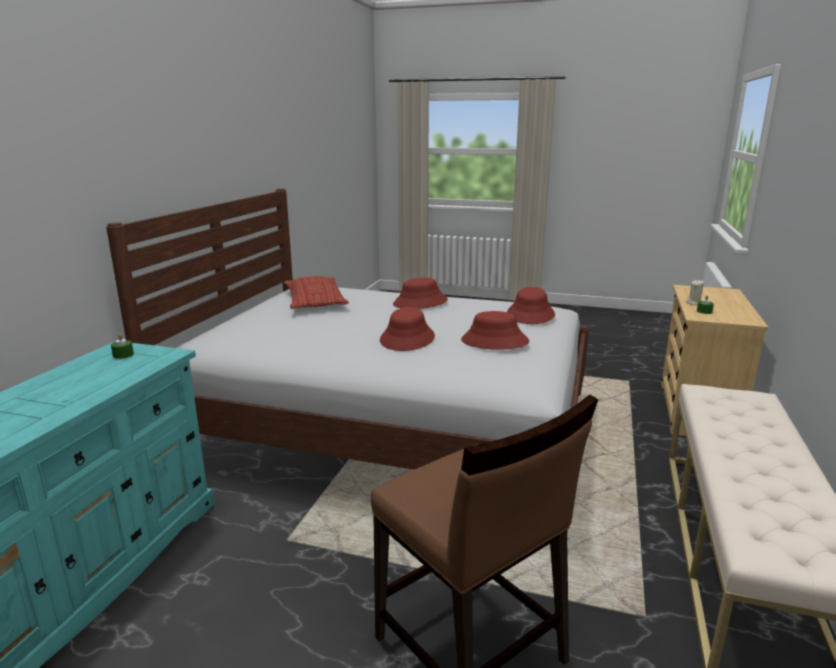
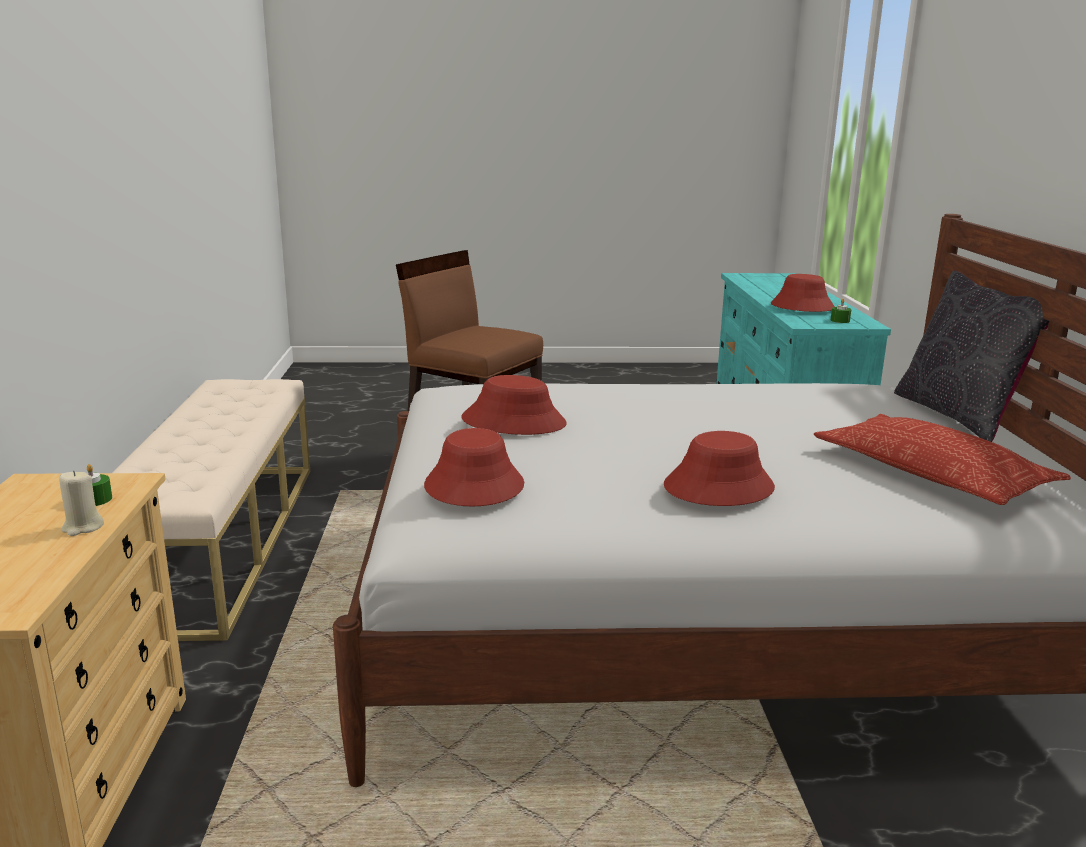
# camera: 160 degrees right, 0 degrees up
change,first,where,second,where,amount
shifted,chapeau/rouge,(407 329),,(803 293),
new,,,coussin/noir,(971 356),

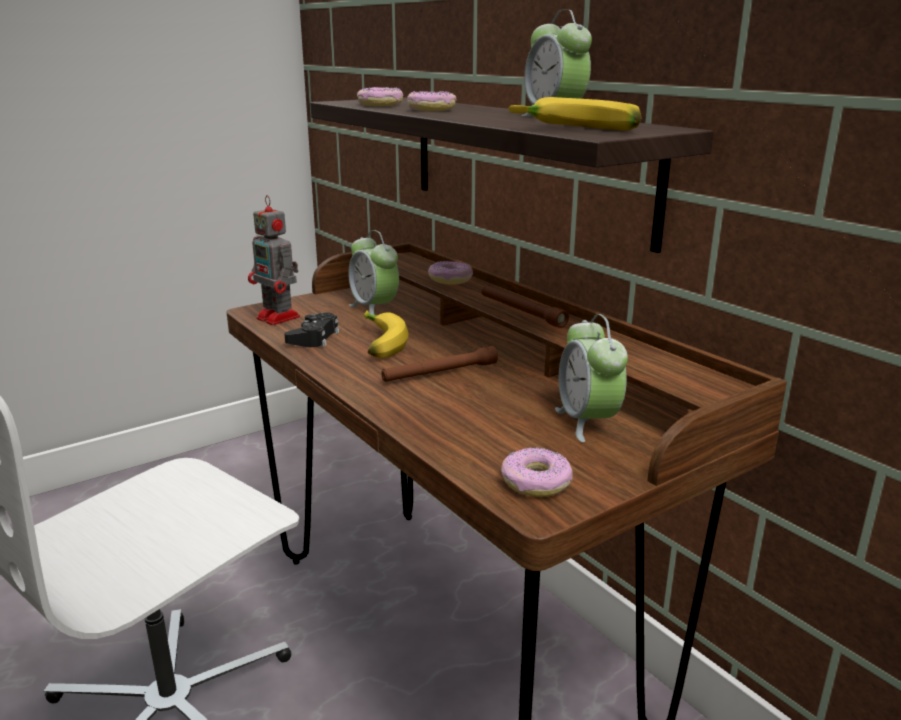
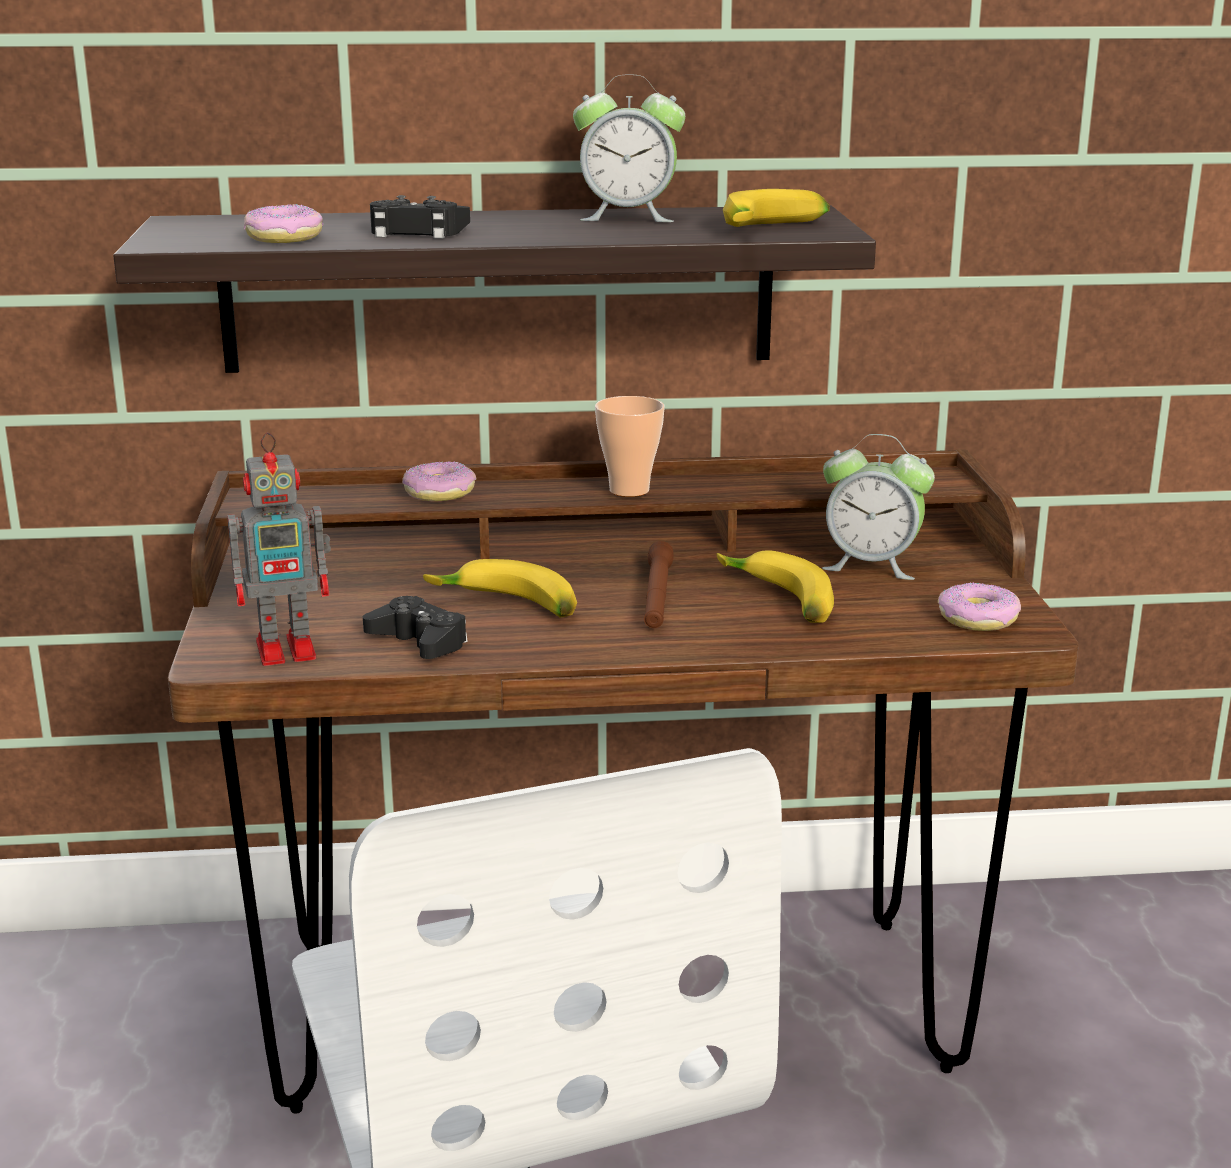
# camera: 60 degrees left, 0 degrees up
change,first,where,second,where,amount
gone,réveil,(373 272),,,
swapped,beignet,(432 101),manette/noir,(420 217),
swapped,lampe de poche/marron,(525 306),tasse,(630 446),
new,,,banane,(775 586),

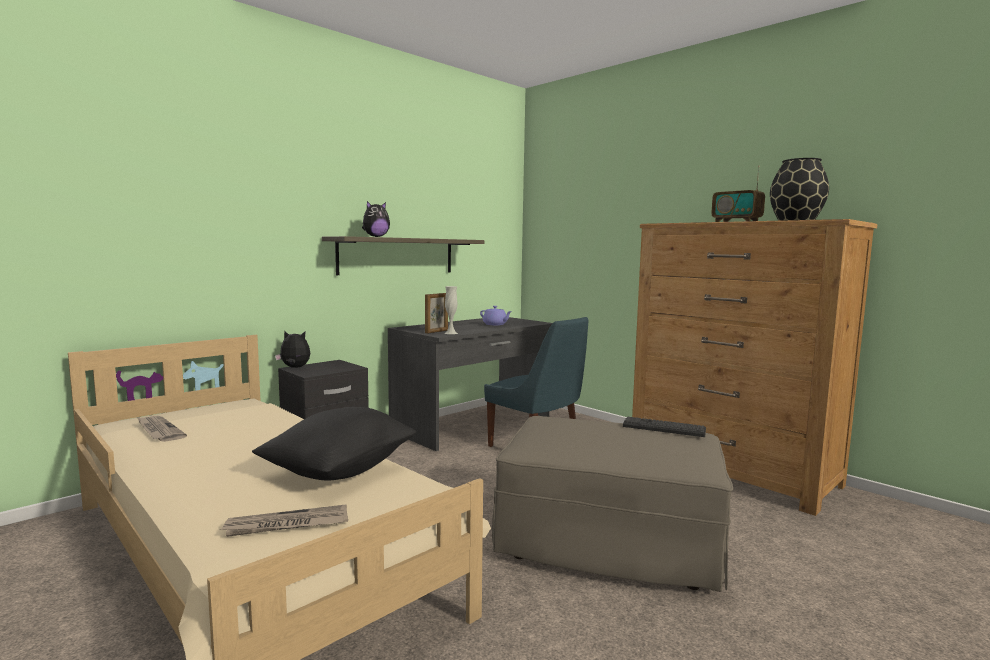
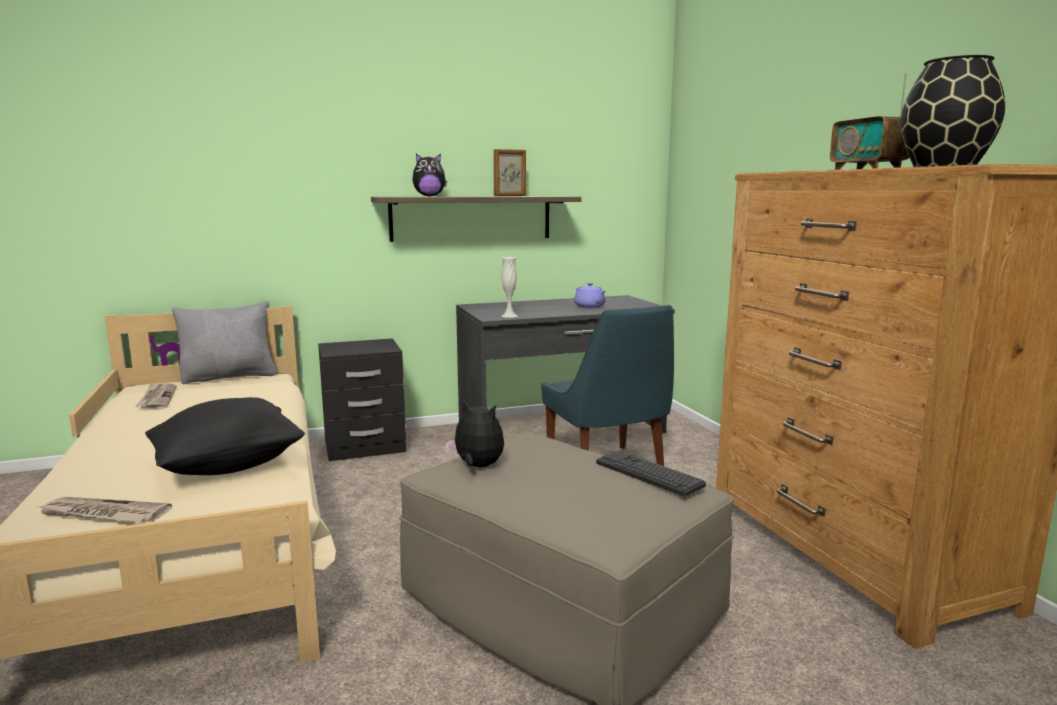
# camera: 25 degrees right, 5 degrees up
change,first,where,second,where,amount
shifted,peluche,(292 349),,(474 433),
shifted,cadre photo,(436 313),,(510 172),
new,,,coussin/gris,(224 342),

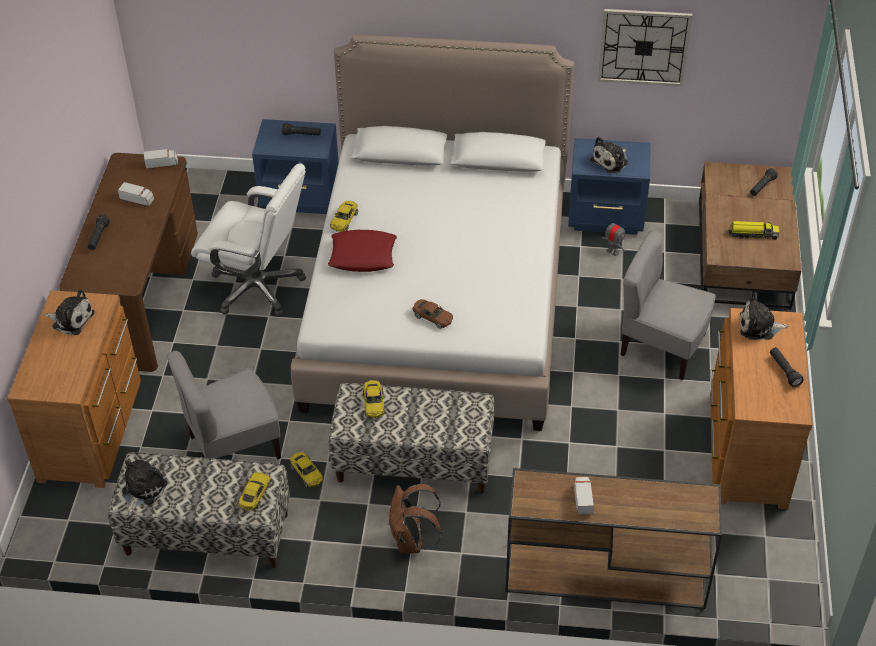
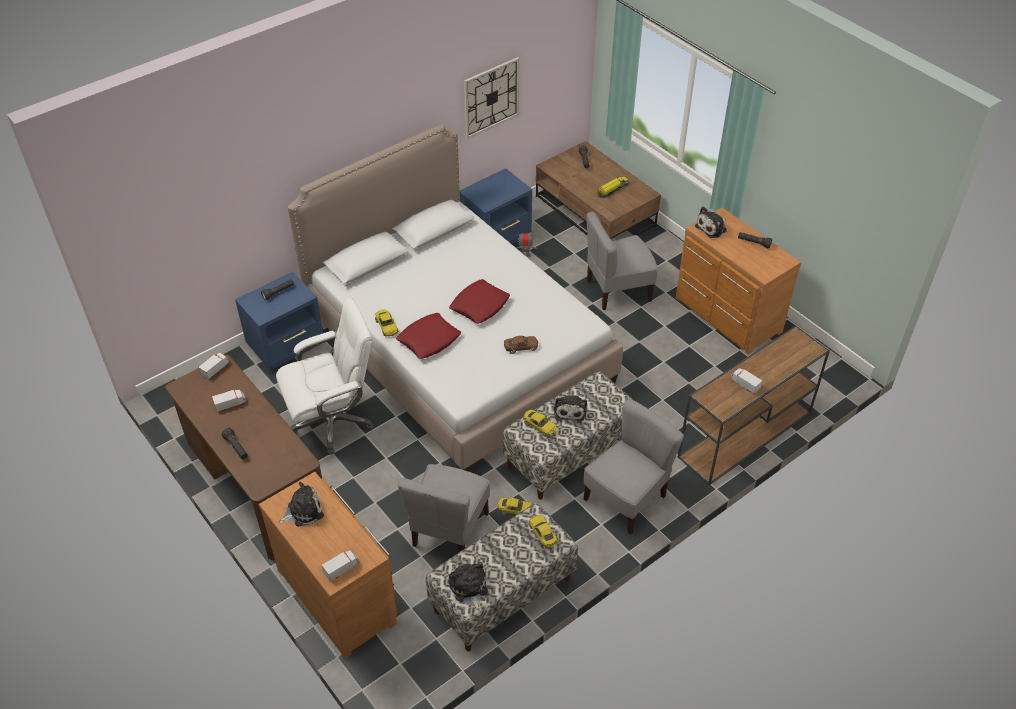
# camera: 45 degrees left, 0 degrees up
change,first,where,second,where,amount
swapped,sac à dos/marron,(415 518),chaise/gris,(633 467),
shifted,peluche,(609 155),,(570 407),
new,,,camion jouet,(340 565),
new,,,coussin/rouge,(479 301),

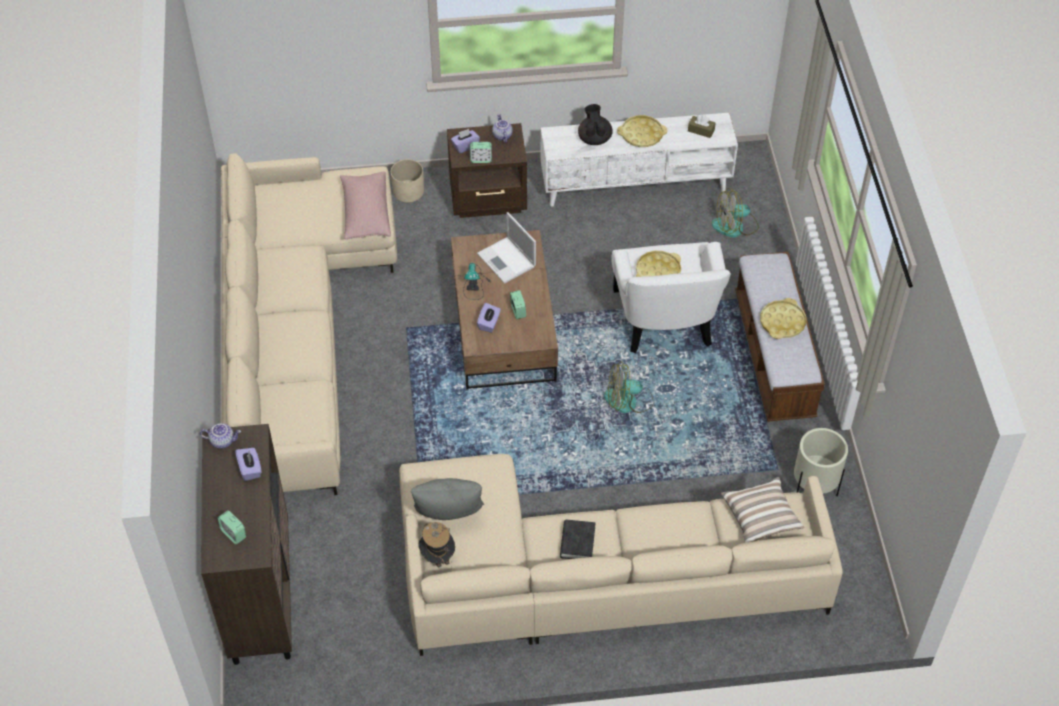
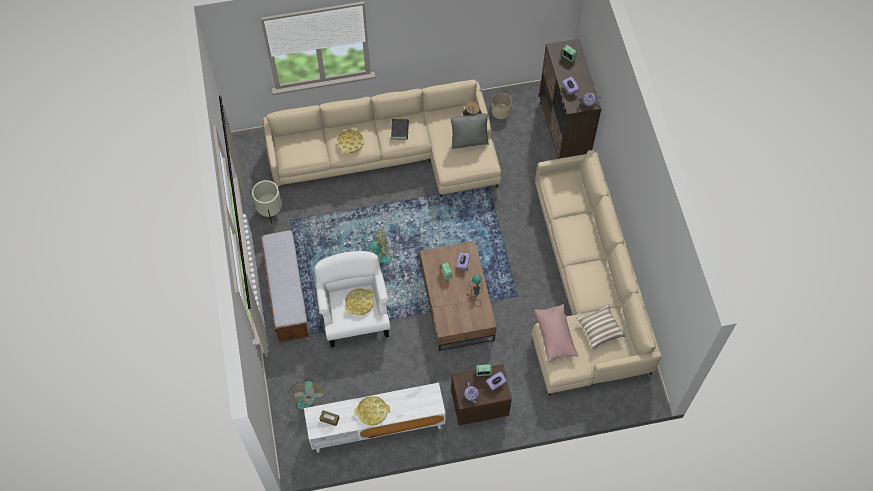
# camera: 175 degrees right, 10 degrees up
change,first,where,second,where,amount
shifted,cache-pot/beige,(407 181),,(501 106),
gone,ordinateur portable,(506 248),,,
gone,théière/noir,(595 124),,,
rotated,ventilateur,(735 213),,(306 395),105 degrees clockwise
shifted,coussin,(762 510),,(601 327),
shifted,plateau/jaune,(783 318),,(350 141),

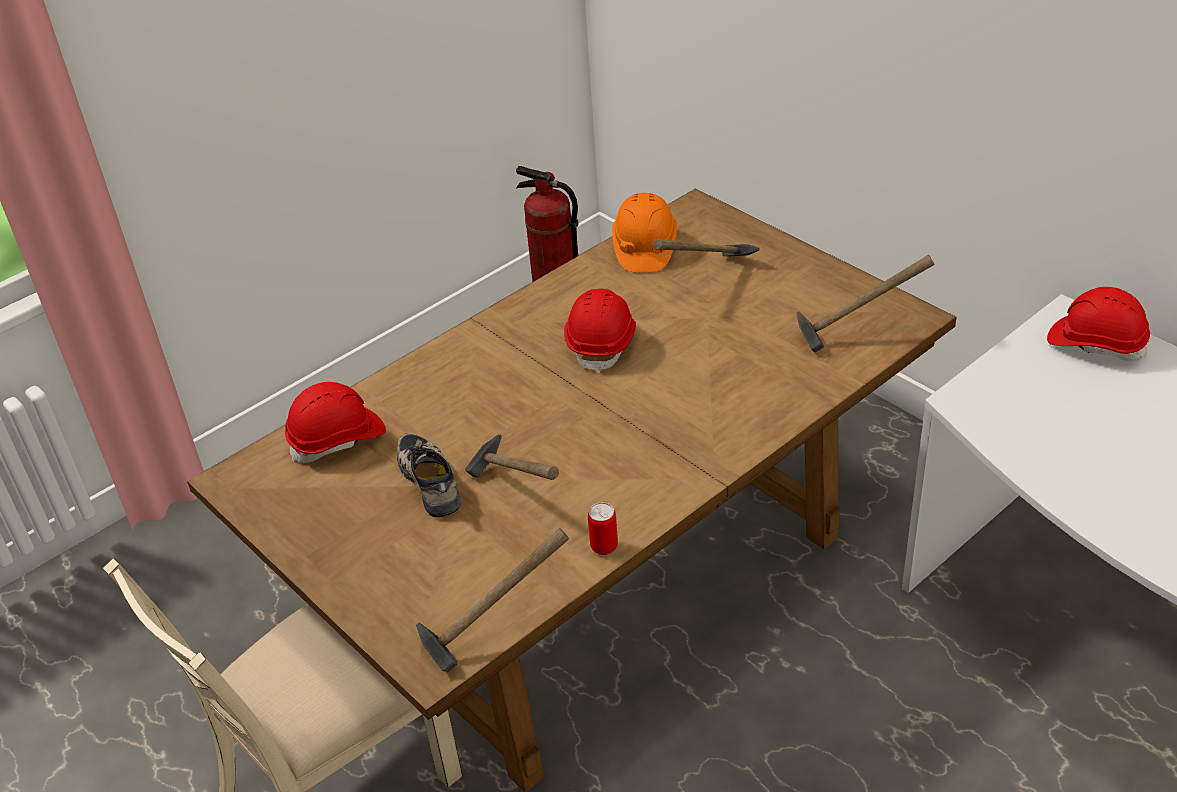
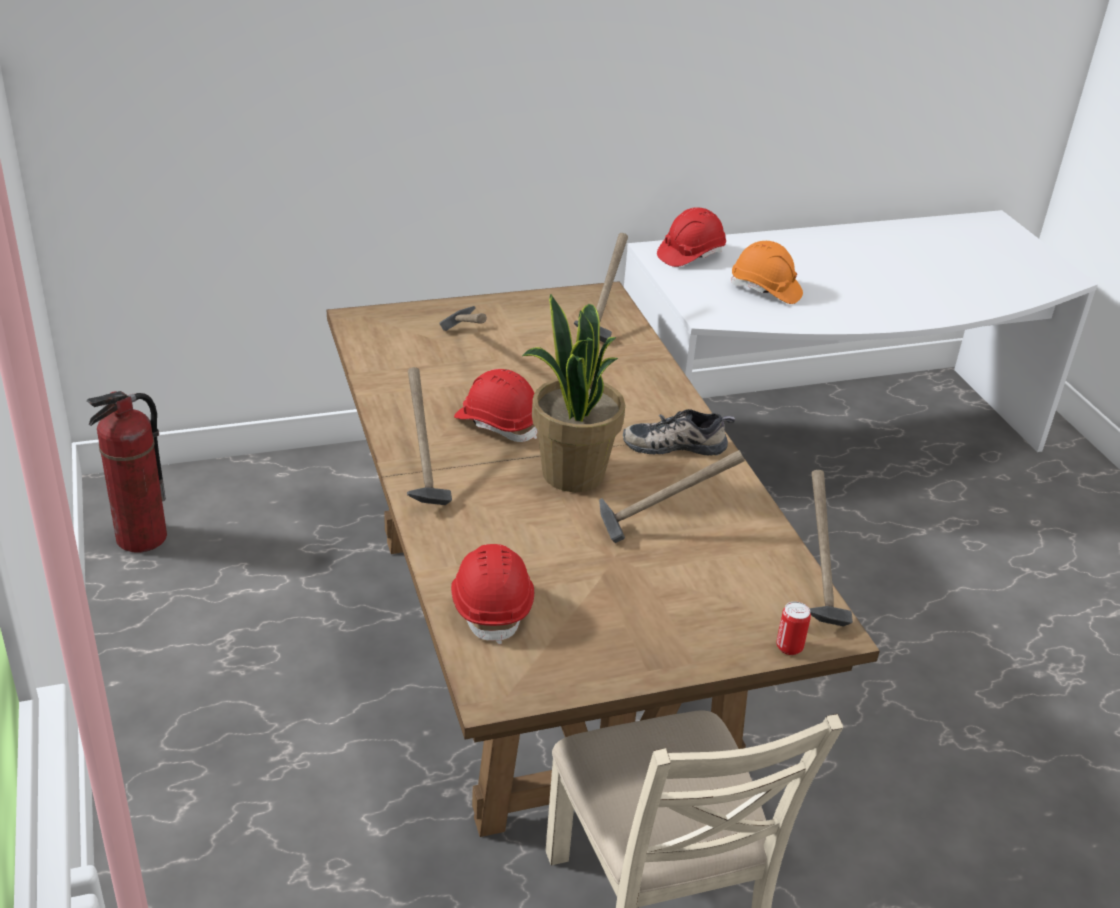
# camera: 70 degrees left, 5 degrees down
change,first,where,second,where,amount
shifted,chaussure,(429 475),,(679 432),
shifted,boîte métallique,(603 529),,(793 628),
shifted,casque de chantier/orange,(644 233),,(767 272),
new,,,marteau,(429 436),
new,,,plante en pot,(573 393),

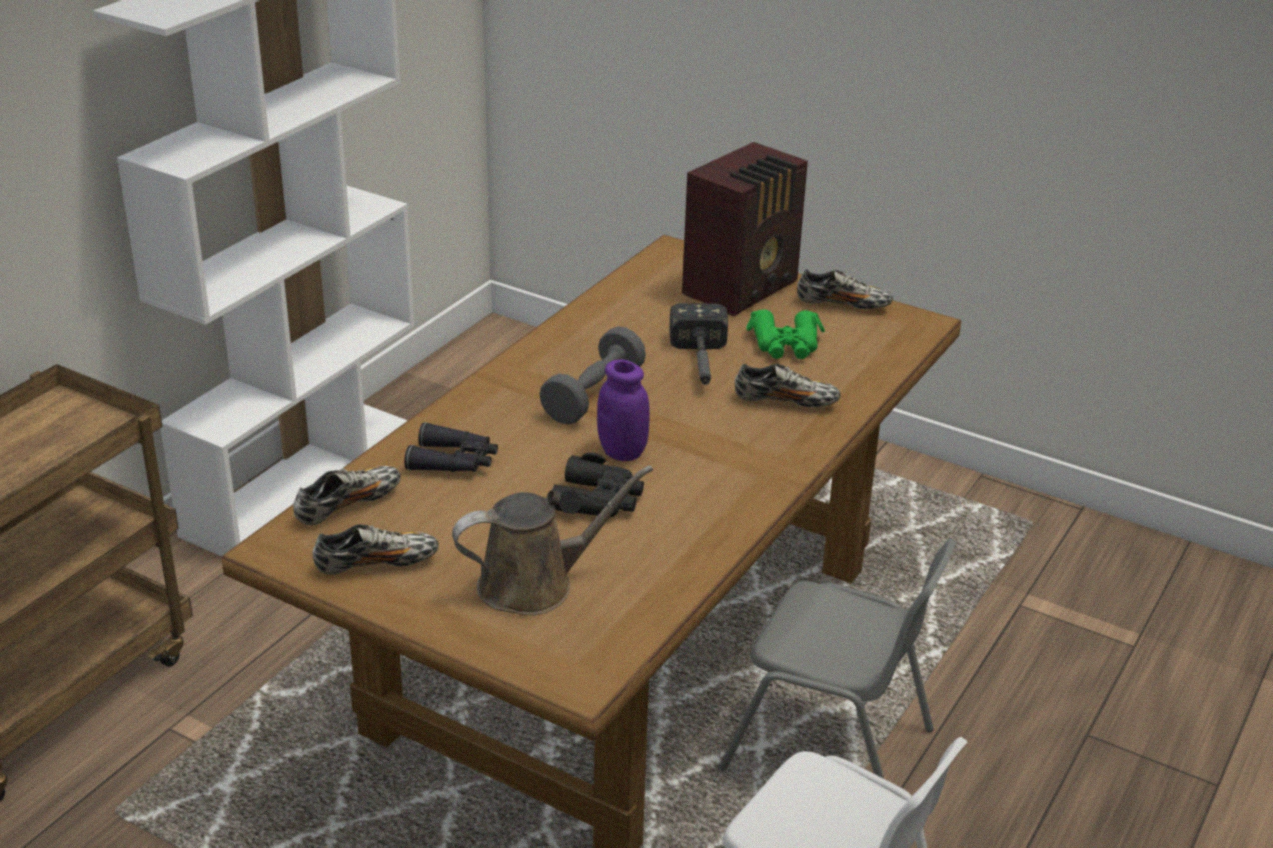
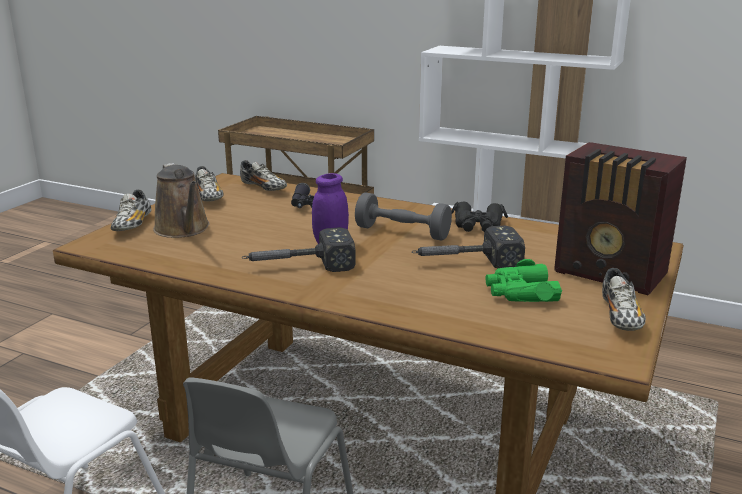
# camera: 85 degrees right, 10 degrees down
change,first,where,second,where,amount
shifted,jumelles/noir,(598 485),,(479 217),
shifted,chaussure,(788 386),,(131 210),
new,,,marteau,(299 249),

